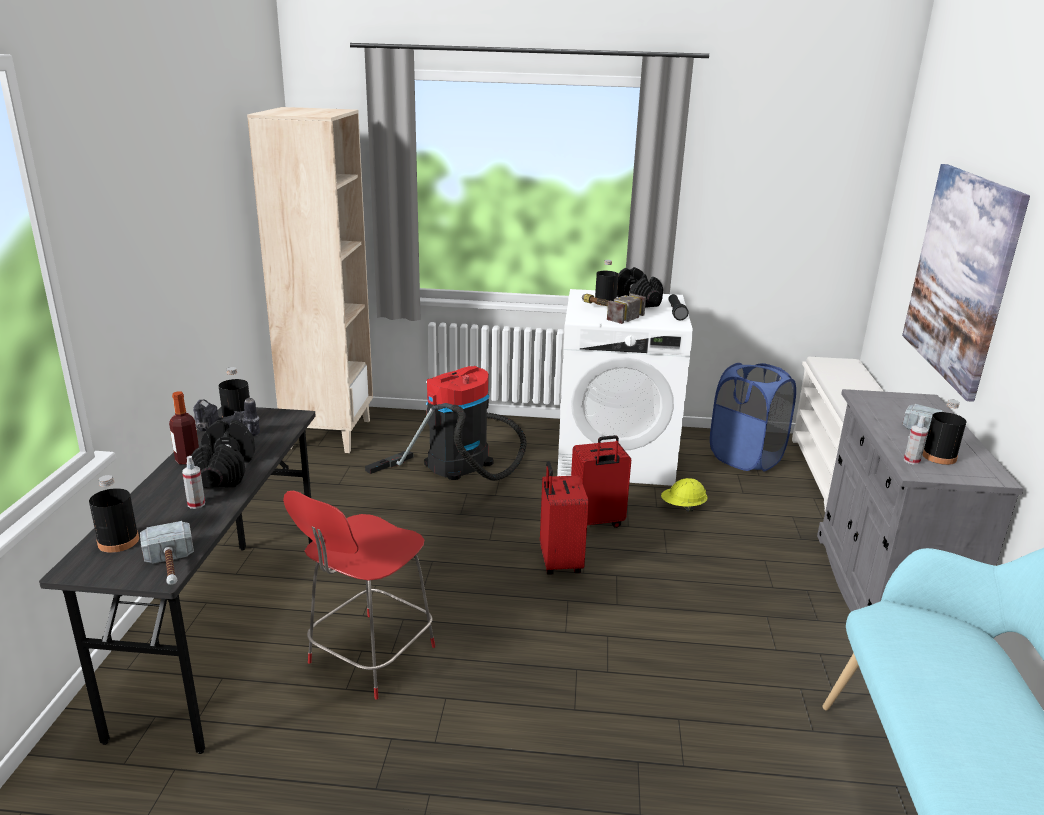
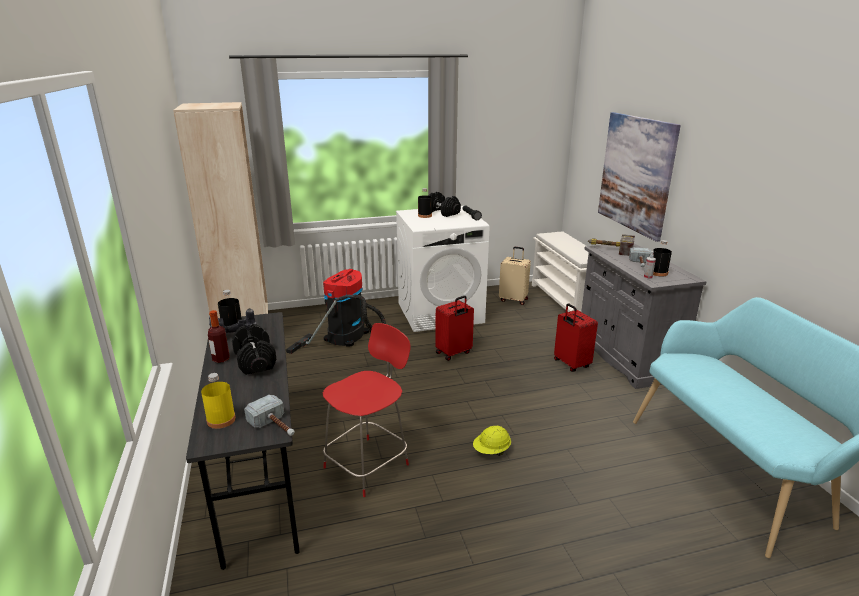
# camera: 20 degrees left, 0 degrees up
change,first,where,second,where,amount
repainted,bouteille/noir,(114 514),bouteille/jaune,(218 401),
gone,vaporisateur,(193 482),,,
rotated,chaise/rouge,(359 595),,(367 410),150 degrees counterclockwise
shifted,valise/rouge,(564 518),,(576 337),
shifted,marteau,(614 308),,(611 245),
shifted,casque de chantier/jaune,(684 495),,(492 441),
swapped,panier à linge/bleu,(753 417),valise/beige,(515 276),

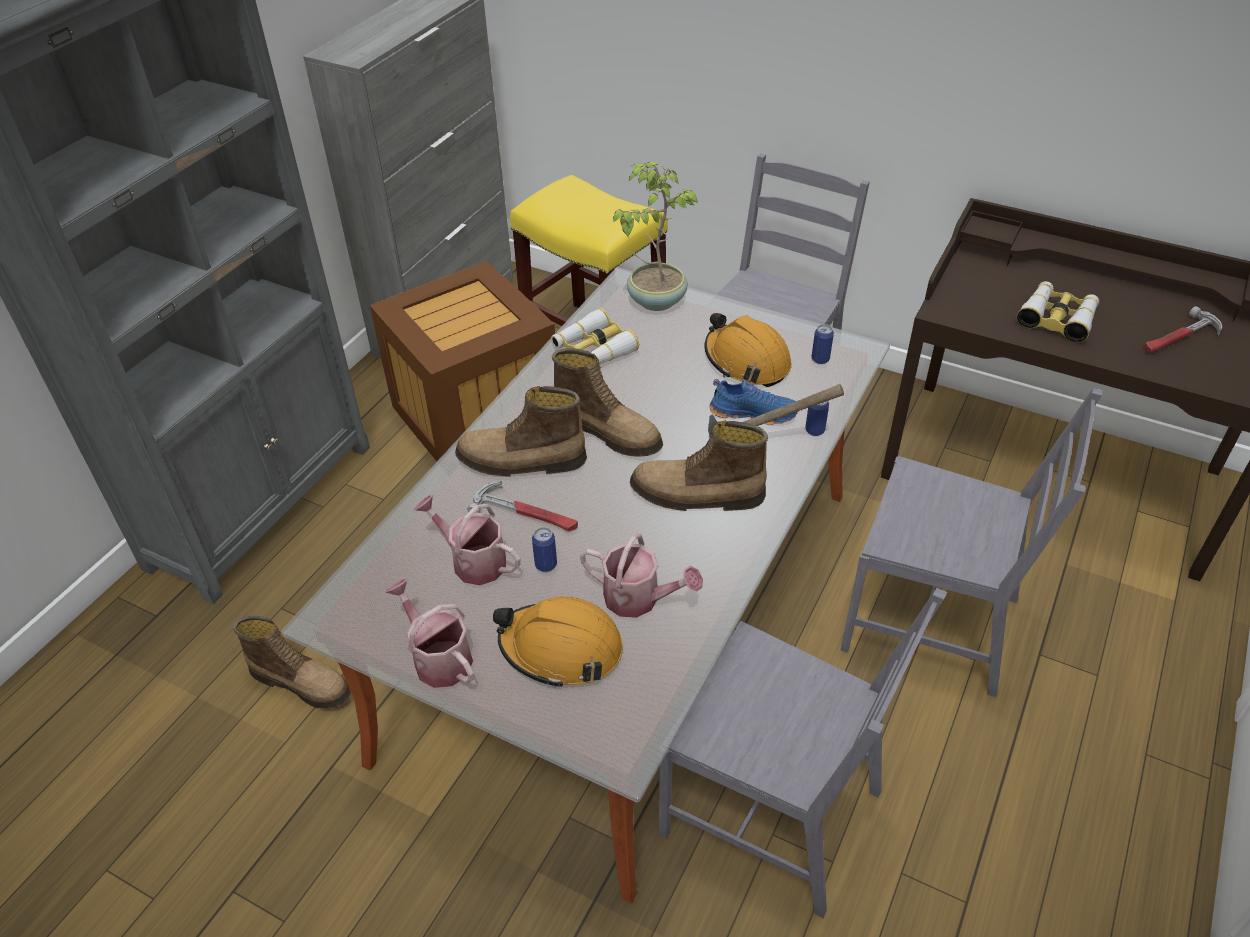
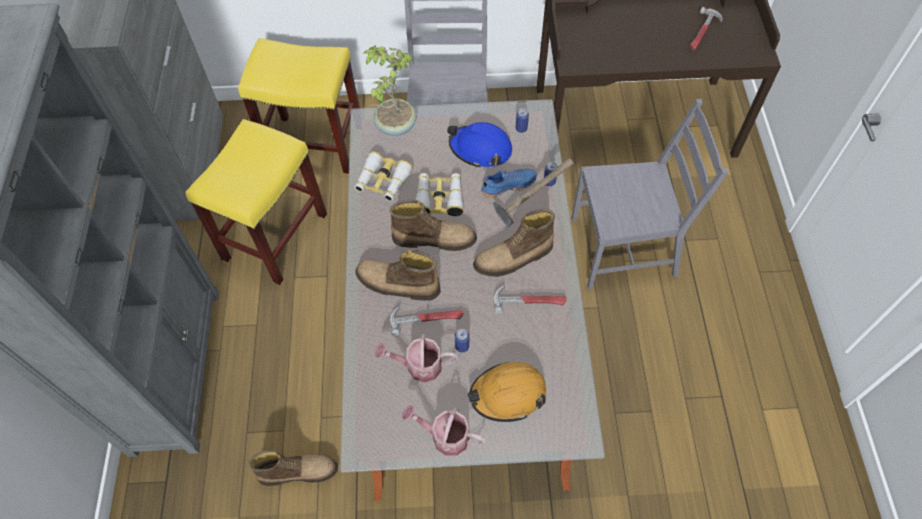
# camera: 30 degrees left, 15 degrees up
change,first,where,second,where,amount
swapped,caisse,(462 361),tabouret/jaune,(256 202),
rotated,botte,(521 431),,(397 275),45 degrees clockwise
gone,arrosoir,(641 575),,,
gone,chaise/gris,(803 753),,,
repainted,casque de chantier/orange,(748 350),casque de chantier/bleu,(479 145),
shifted,jumelles,(1058 311),,(439 194),
new,,,marteau,(530 299),

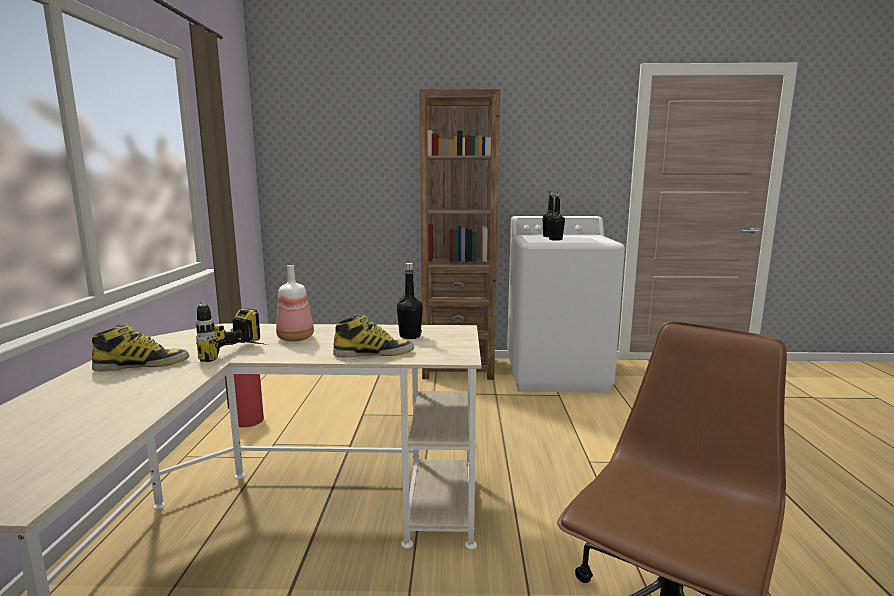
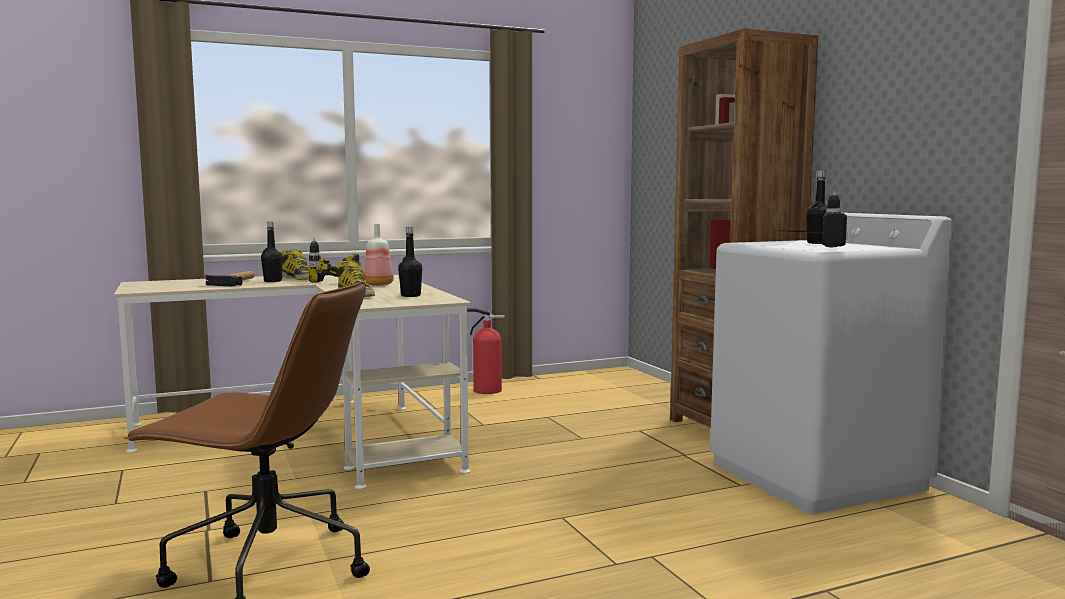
# camera: 65 degrees right, 5 degrees down
change,first,where,second,where,amount
shifted,bouteille/noir,(556 216),,(272 252),
new,,,marteau,(230 278),
new,,,perceuse,(818 219),

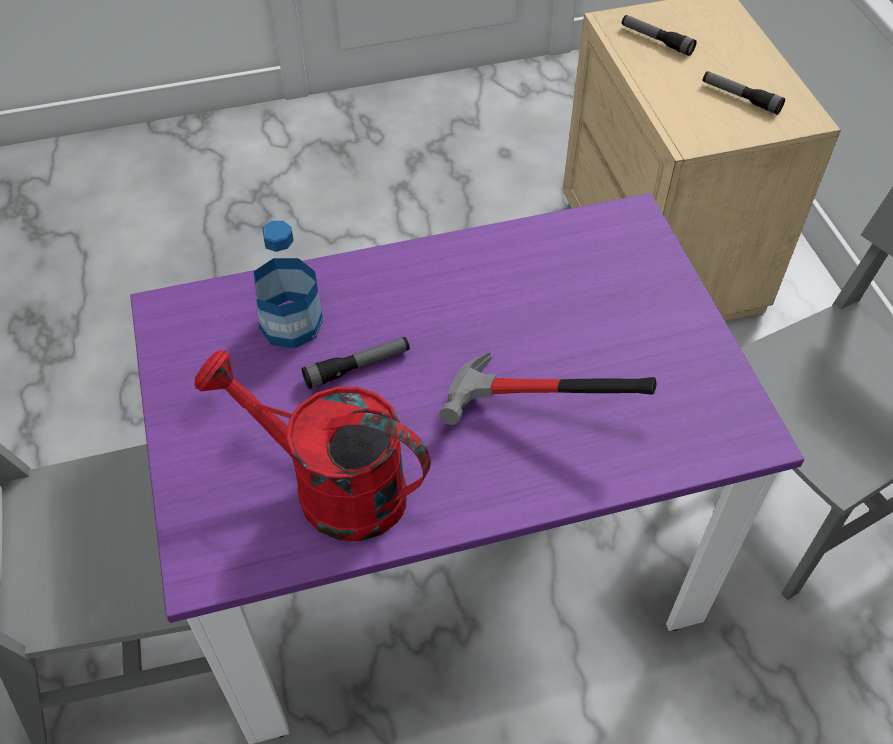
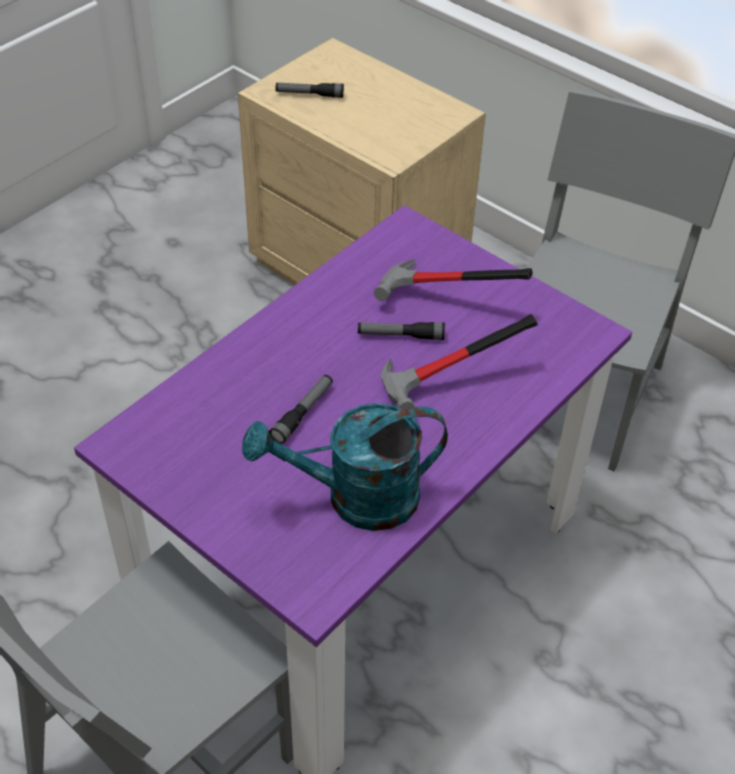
# camera: 35 degrees left, 5 degrees down
change,first,where,second,where,amount
repainted,arrosoir/rouge,(312 445),arrosoir/turquoise,(345 467),
gone,bouteille,(288 284),,,
shifted,lampe de poche,(744 93),,(401 331),
new,,,marteau,(453 280),

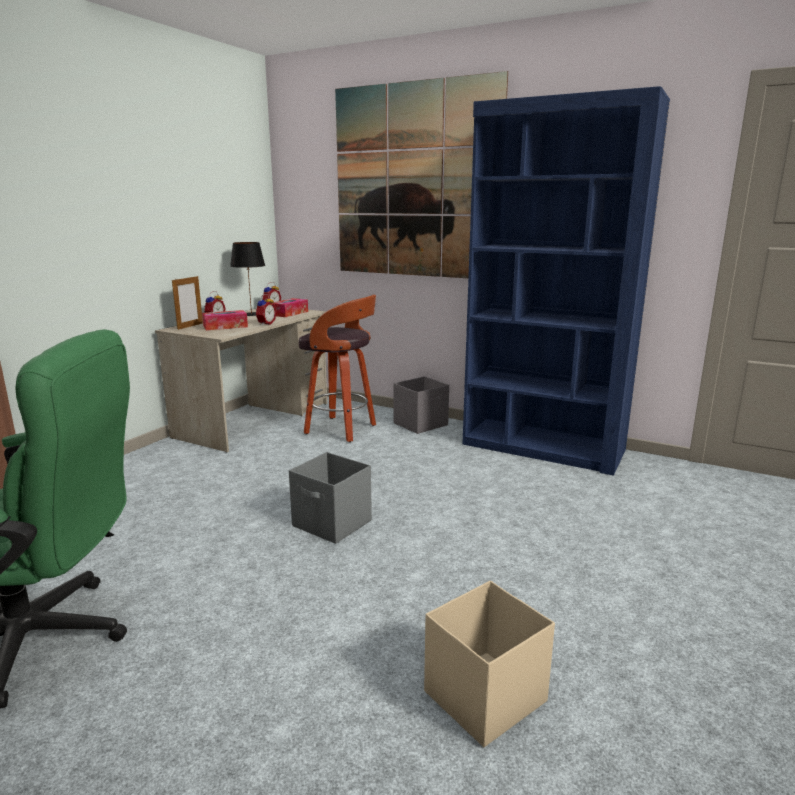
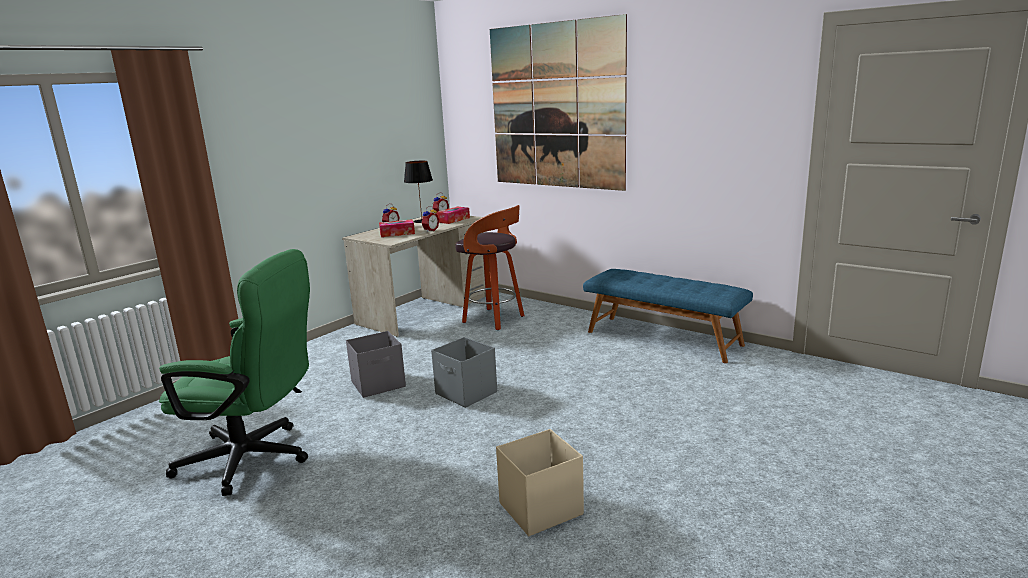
# camera: 10 degrees right, 0 degrees up
change,first,where,second,where,amount
gone,cadre photo,(187 302),,,
shifted,boîte de rangement/gris,(421 405),,(376 364),
swapped,bibliothèque/bleu,(566 281),banc/bleu,(668 316),

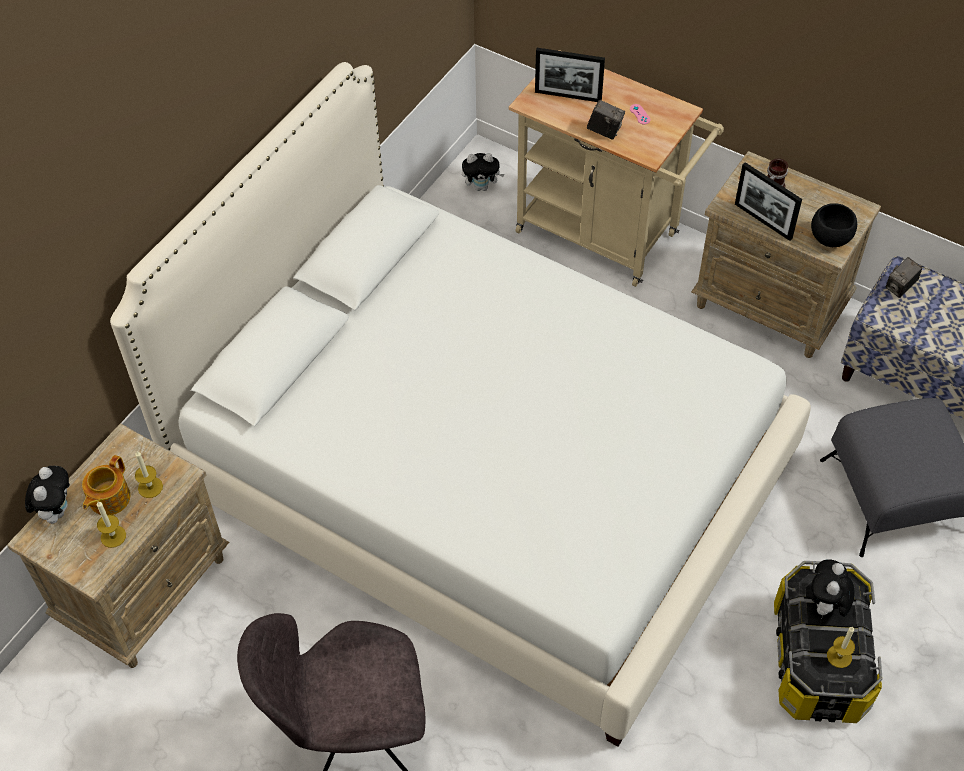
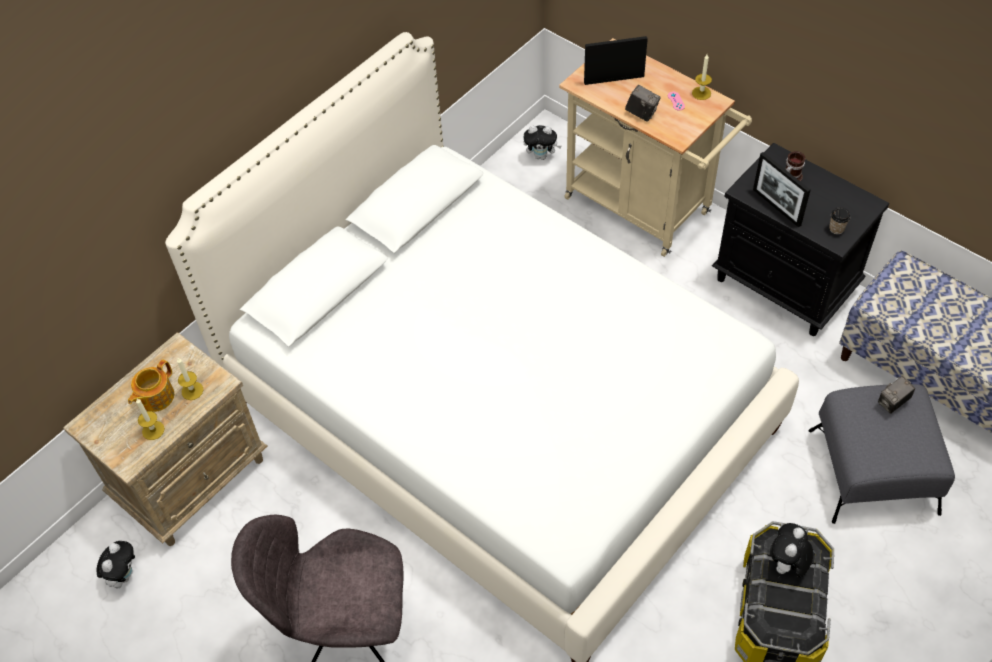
# camera: 10 degrees right, 0 degrees up
change,first,where,second,where,amount
shifted,peluche,(47 495),,(116 564),
rotated,cadre photo,(570 75),,(616 60),150 degrees clockwise
repainted,table de chevet/beige,(786 254),table de chevet/noir,(800 239),
swapped,bol/noir,(834 225),tasse,(840 221),
shifted,bougie,(841 647),,(702 77),
shifted,appareil photo,(904 277),,(896 395),

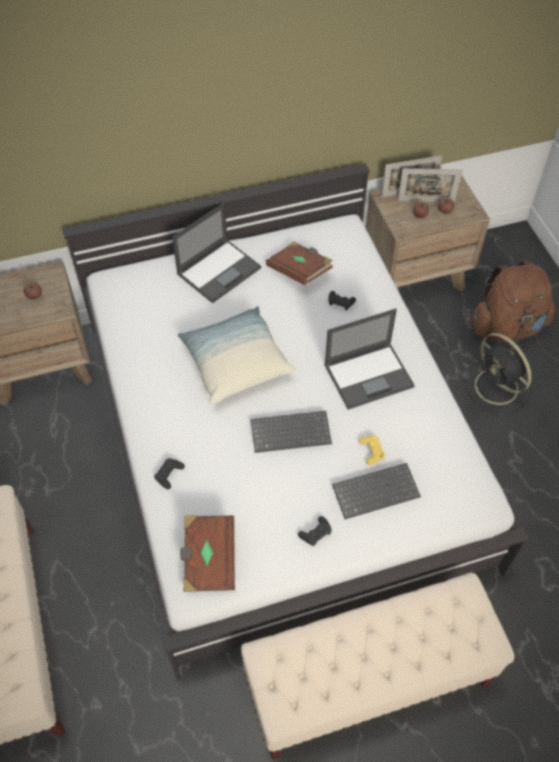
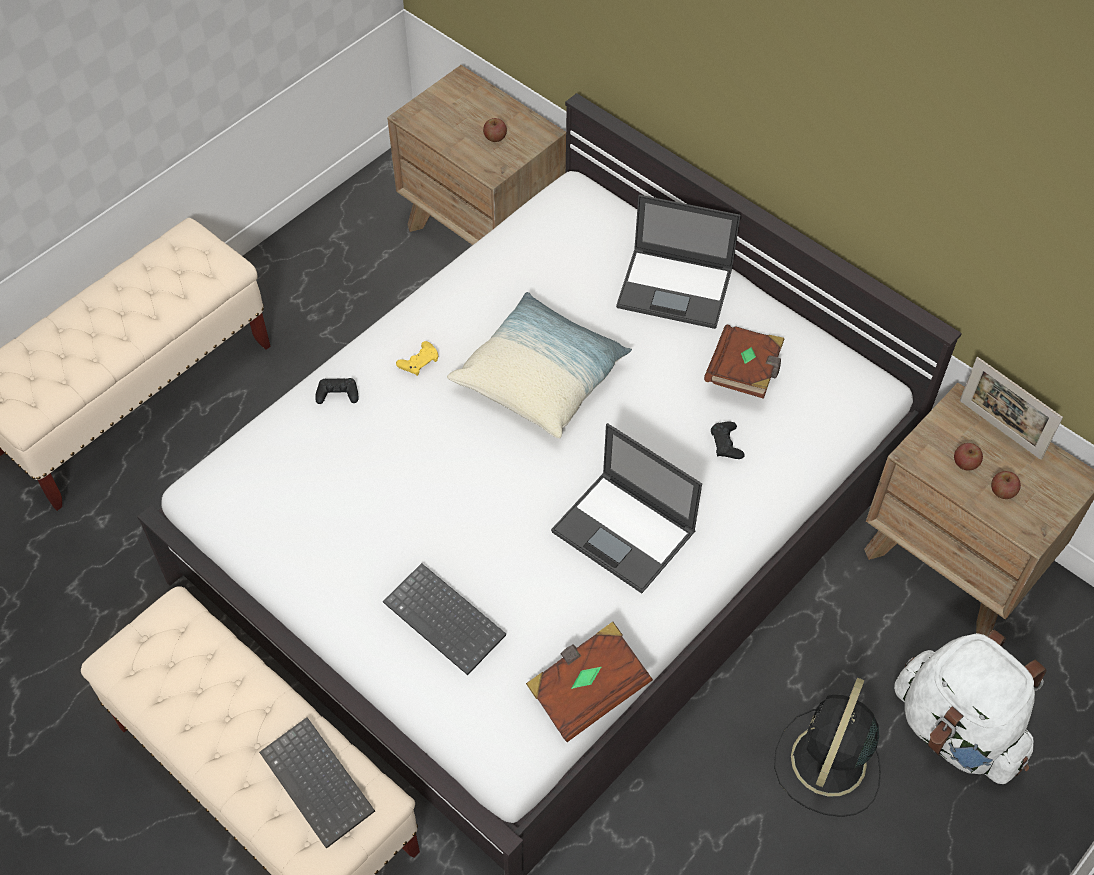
# camera: 60 degrees right, 0 degrees up
change,first,where,second,where,amount
shifted,livre/marron,(207 553),,(589 682),
shifted,clavier,(291 432),,(317 783),
gone,manette/noir,(315 531),,,
shifted,manette/jaune,(372 450),,(417 358),
gone,cadre photo,(430 185),,,
repainted,sac à dos/marron,(512 301),sac à dos/blanc,(970 706),

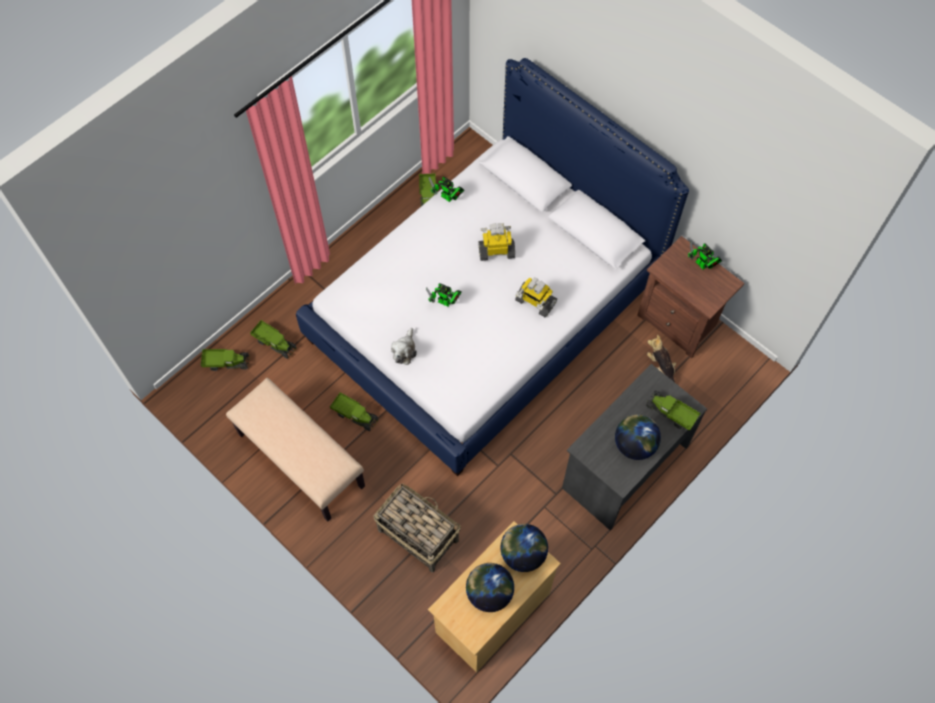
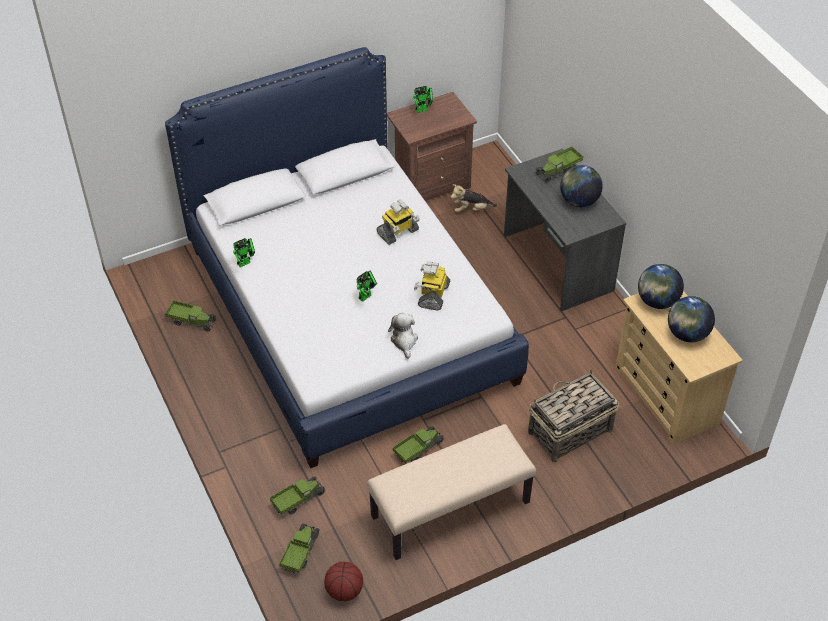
# camera: 70 degrees left, 15 degrees down
change,first,where,second,where,amount
rotated,peluche,(404 346),,(403 336),135 degrees counterclockwise
shifted,robot jouet,(496 242),,(432 286),
new,,,ballon de basket,(343 581),

